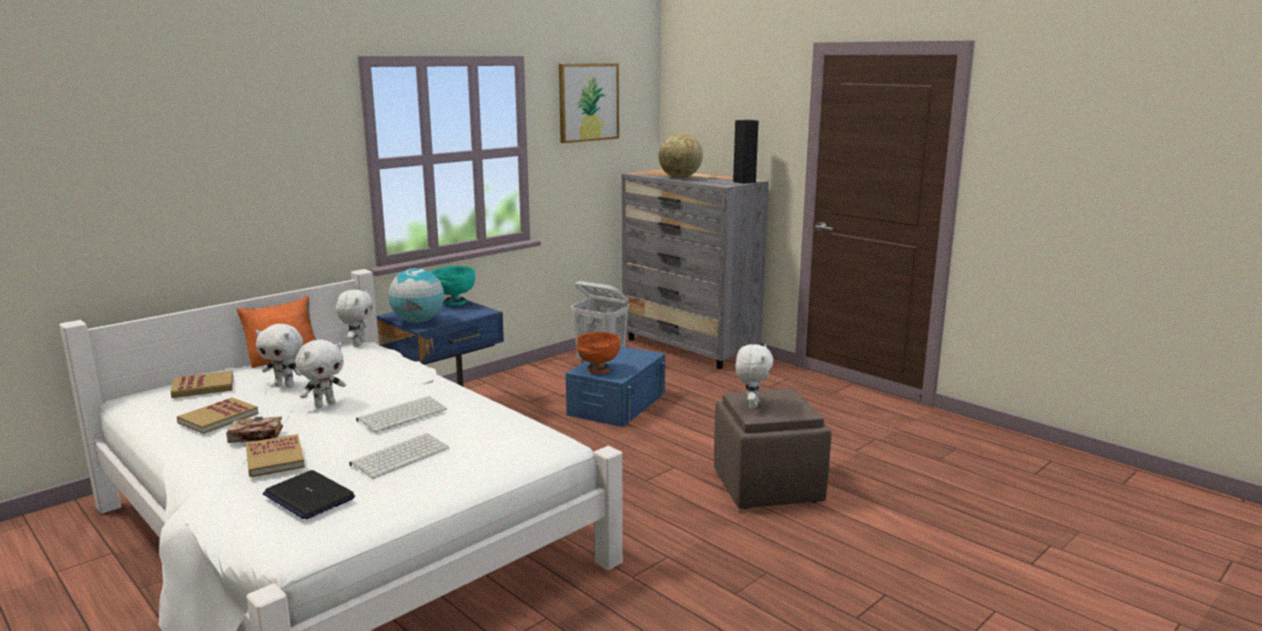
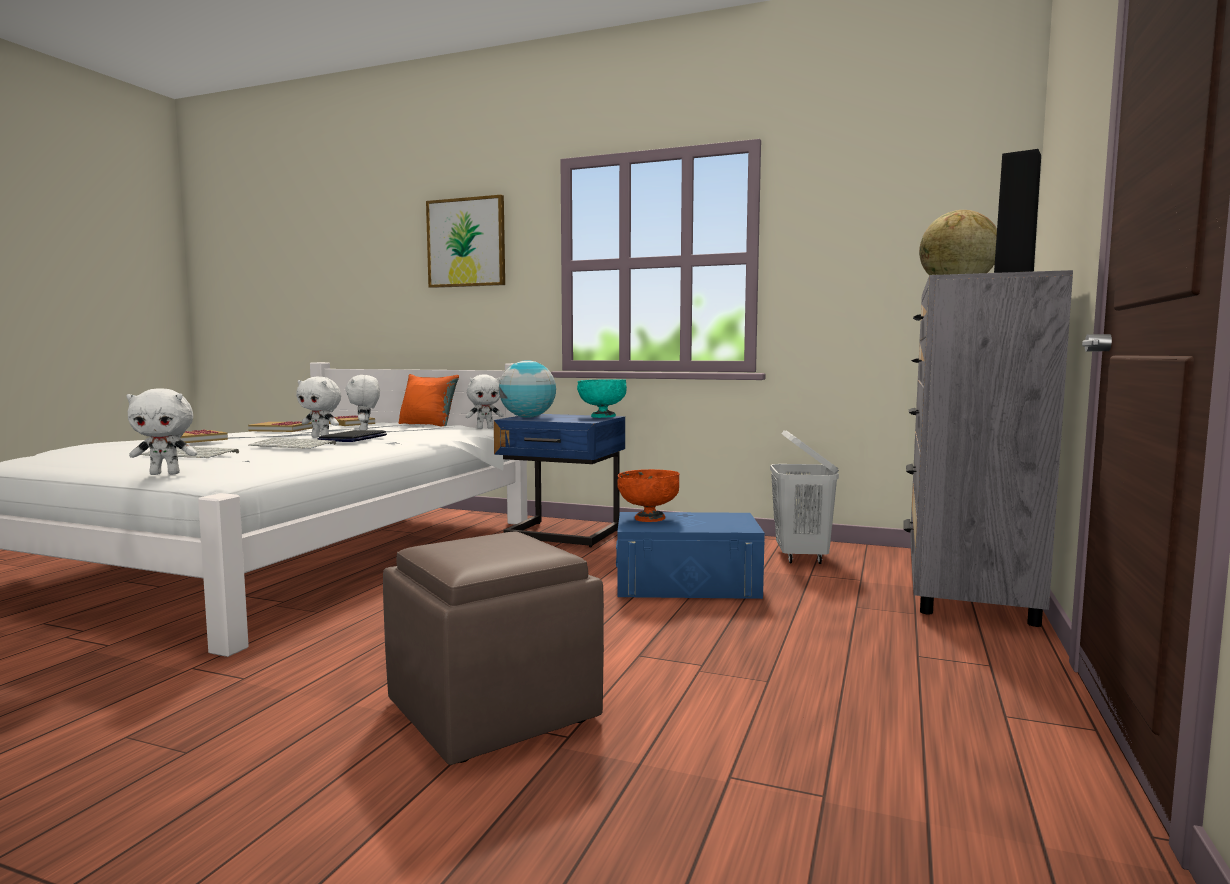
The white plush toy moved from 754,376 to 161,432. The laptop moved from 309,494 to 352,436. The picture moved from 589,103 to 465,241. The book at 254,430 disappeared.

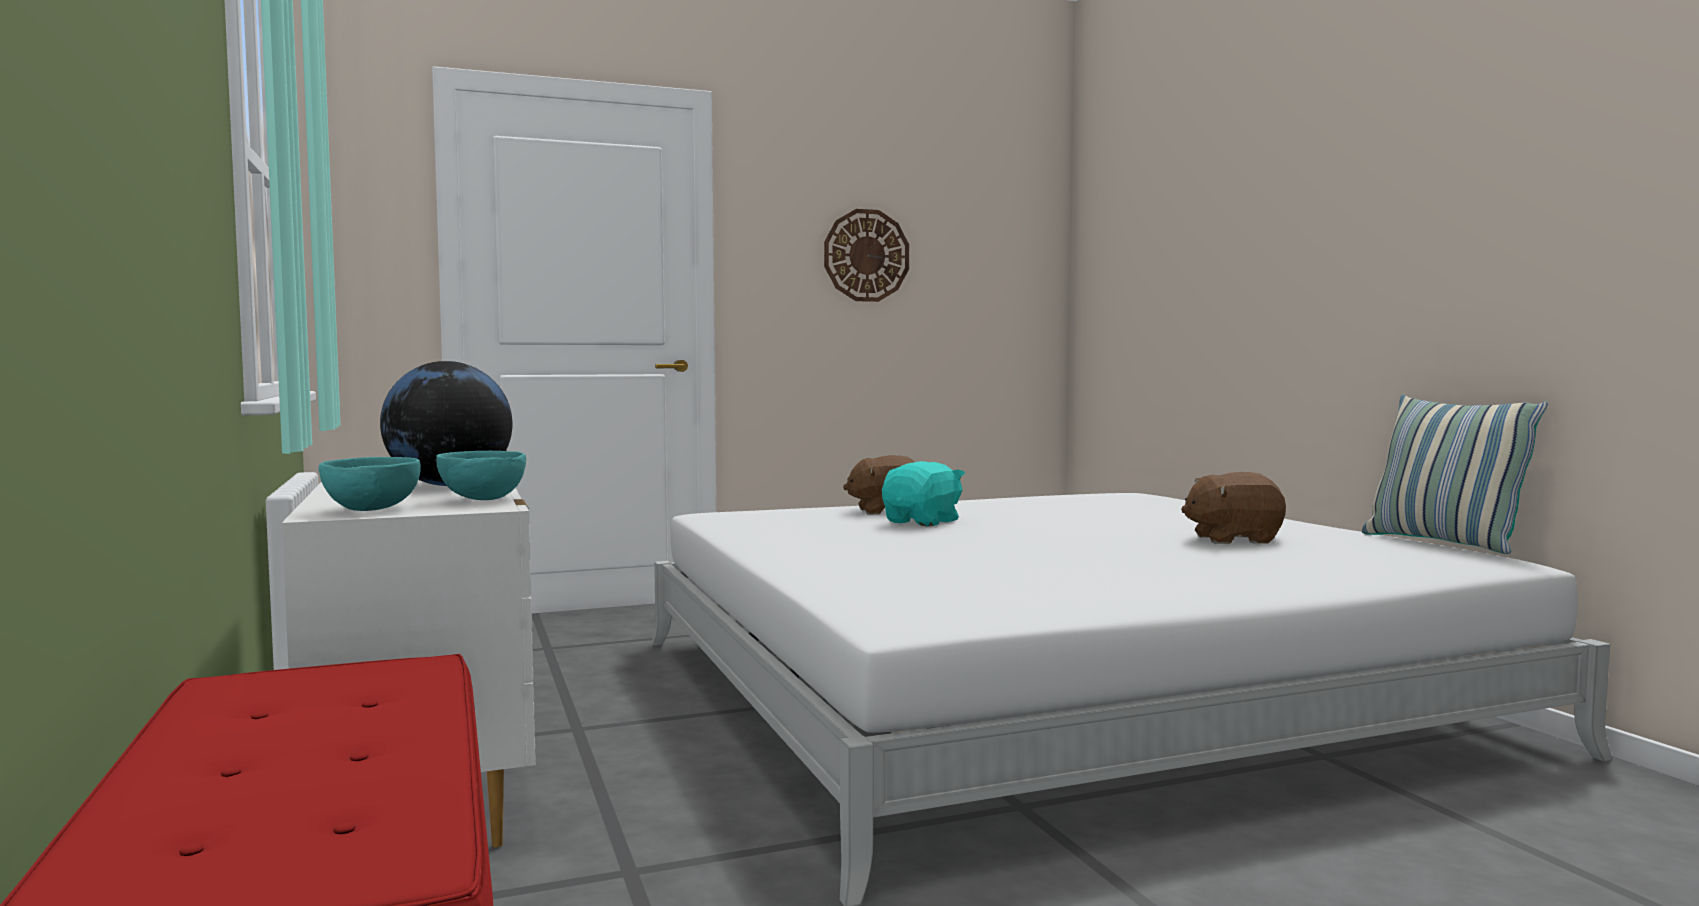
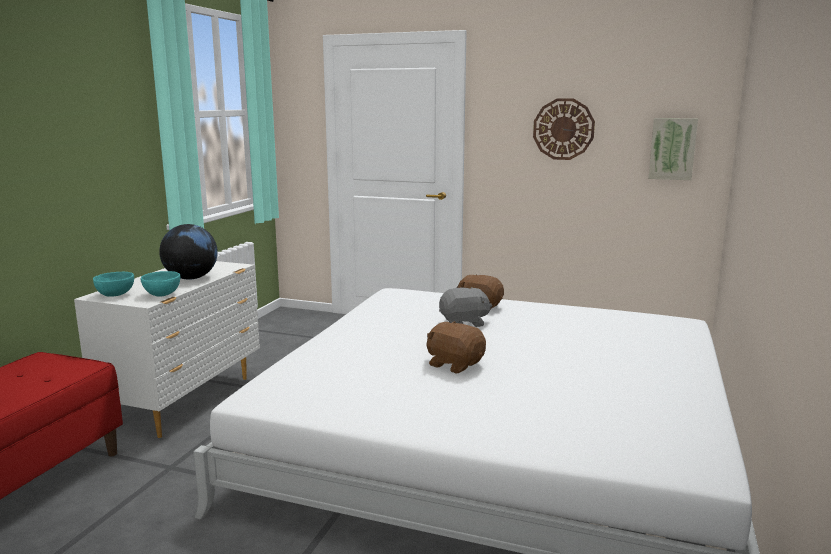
The brown plush toy moved from 1233,508 to 456,347. The turquoise plush toy at 923,494 became the grey plush toy at 465,307. The picture at 673,149 appeared. The pillow at 1455,474 disappeared.

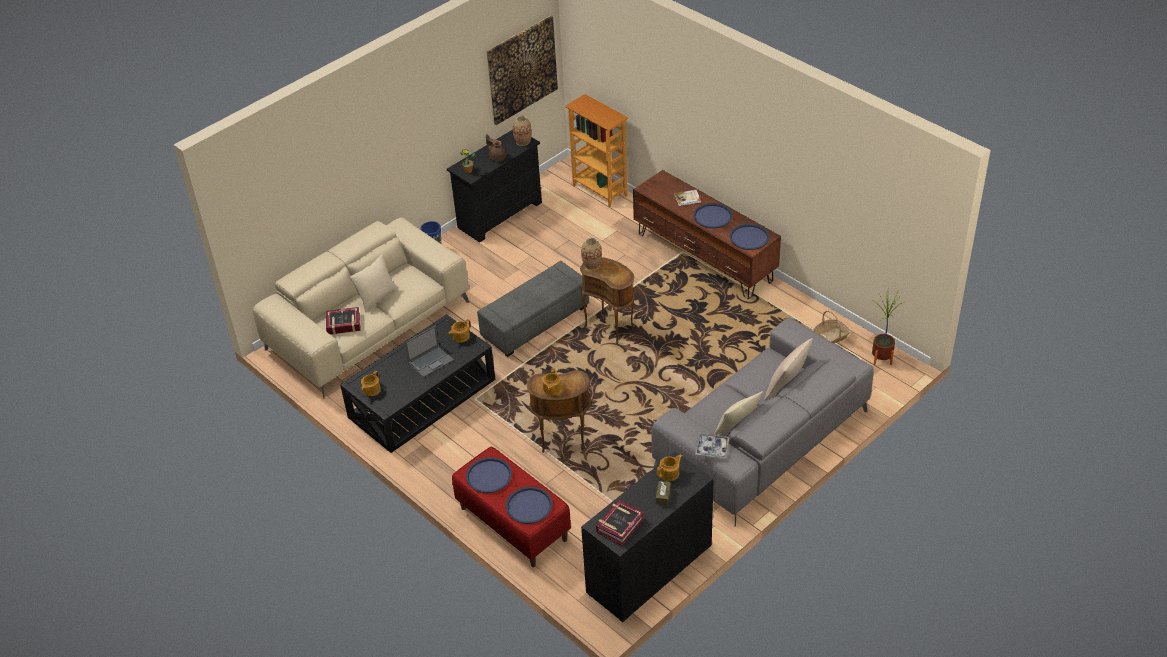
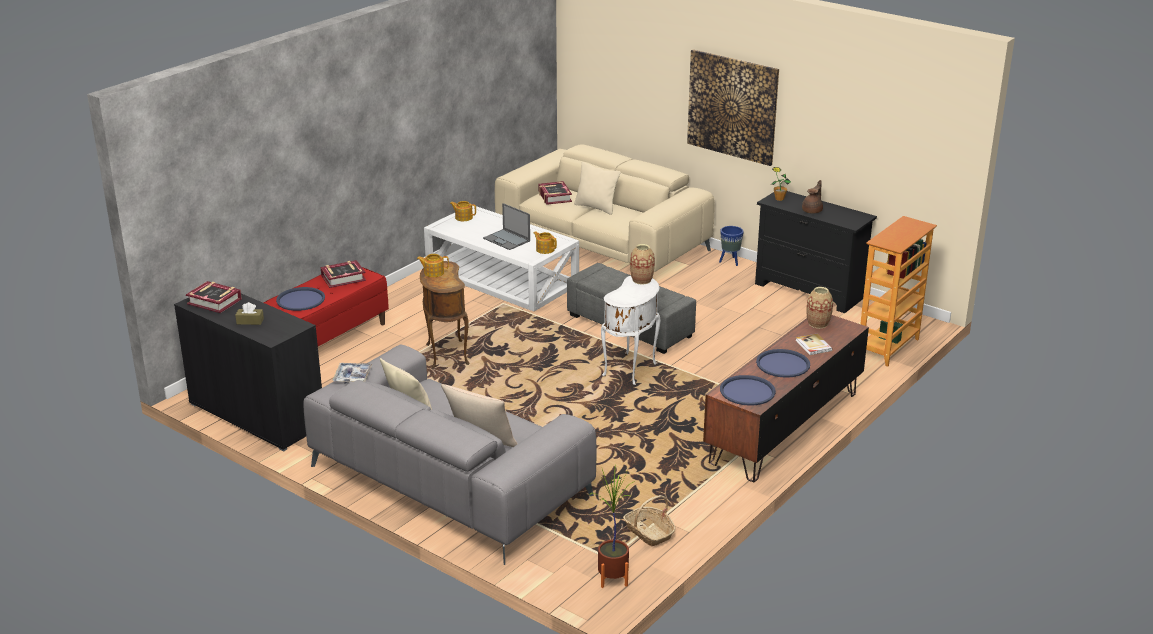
The blue tray at 489,475 was replaced by the book at 343,274. The black coffee table at 417,383 became the white coffee table at 501,258. The brown side table at 607,300 became the white side table at 630,330. The picture moved from 522,70 to 733,107. The vase moved from 522,131 to 819,308. The teapot at 669,467 disappeared.

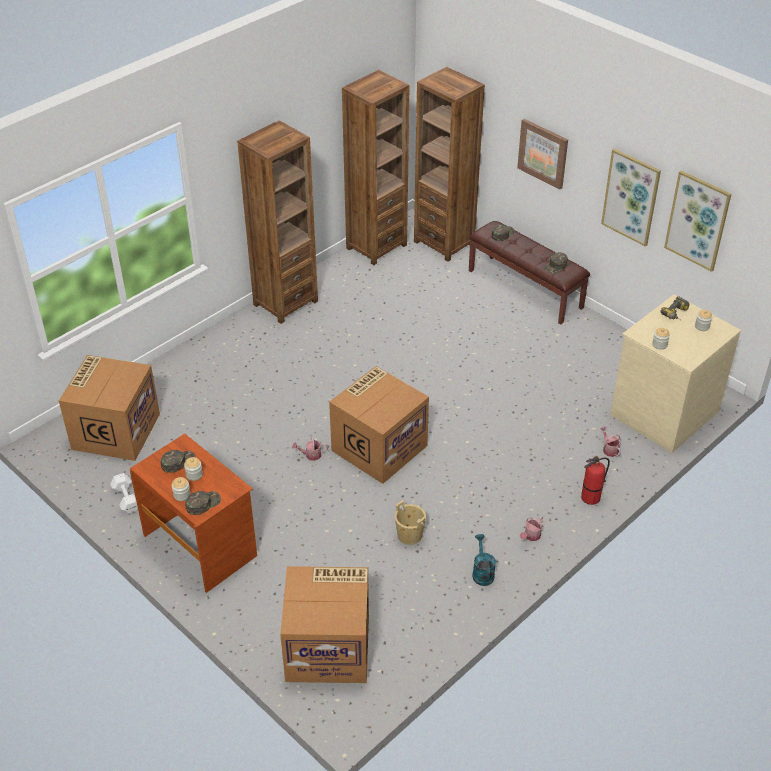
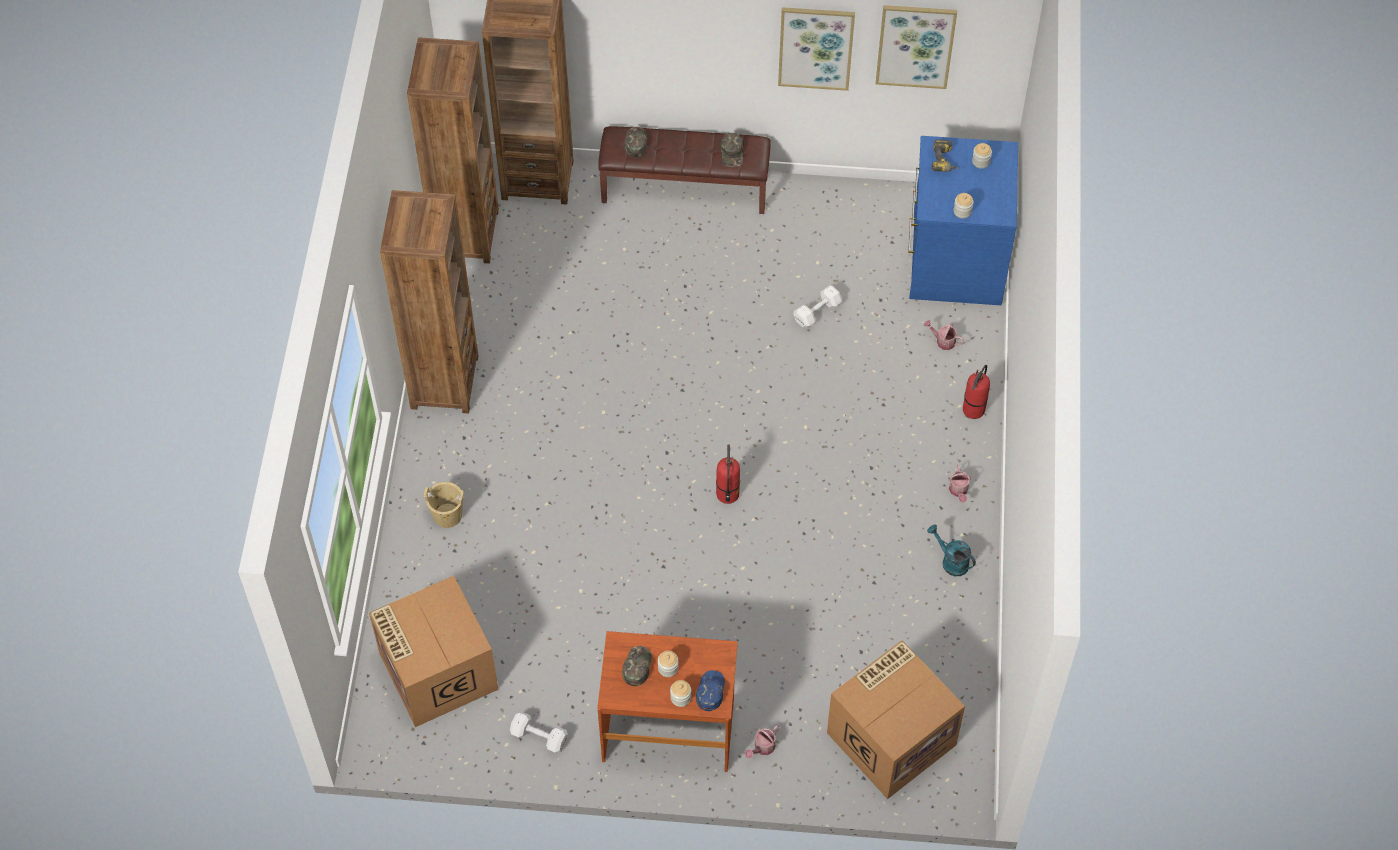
The beige bucket moved from 410,522 to 444,505. The green cap at 203,503 became the blue cap at 710,690. The cardboard box at 379,425 was replaced by the fire extinguisher at 728,474. The watering can moved from 310,449 to 762,742. The white dumbbell at 818,307 appeared. The beige dresser at 675,373 became the blue dresser at 963,220. The picture at 542,154 disappeared.

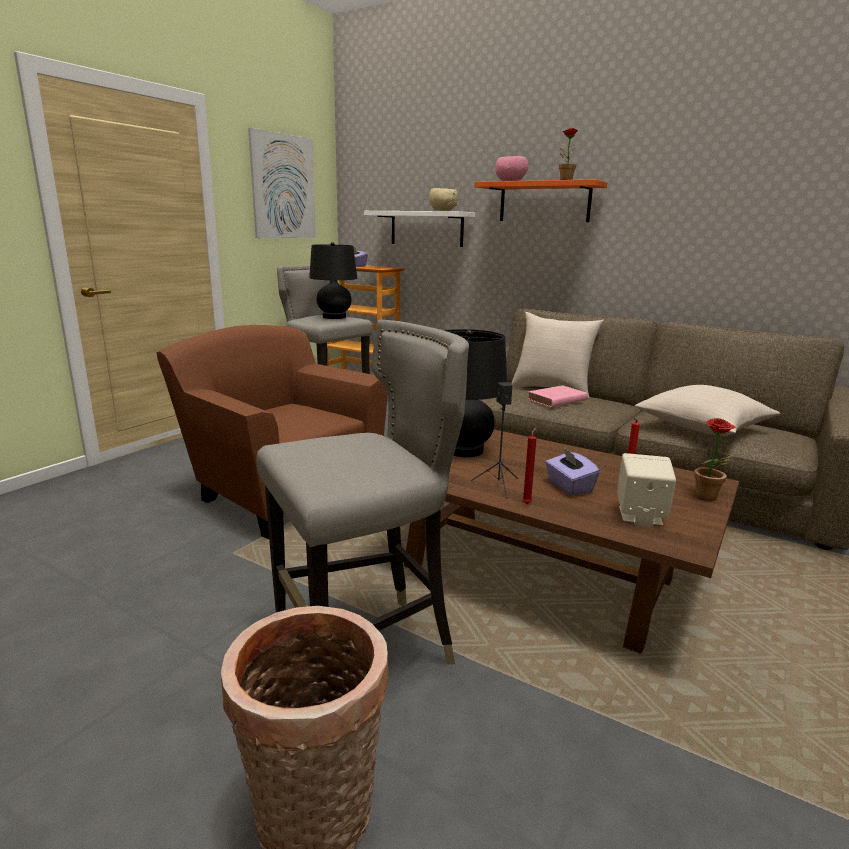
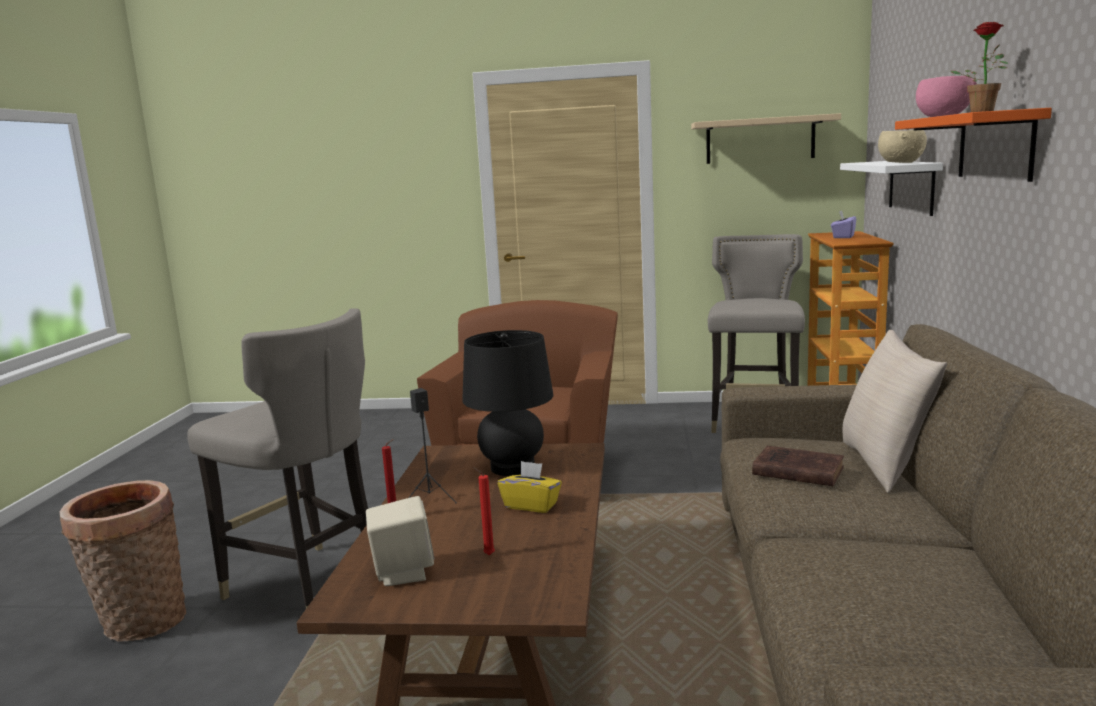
The yellow tissue box at 530,487 appeared. The picture at 282,182 was replaced by the beige shelf at 766,138. The pink book at 557,396 became the brown book at 798,466. The black table lamp at 333,280 disappeared. The purple tissue box at 572,471 disappeared. The beige pillow at 707,410 disappeared. The potted plant at 714,459 disappeared.

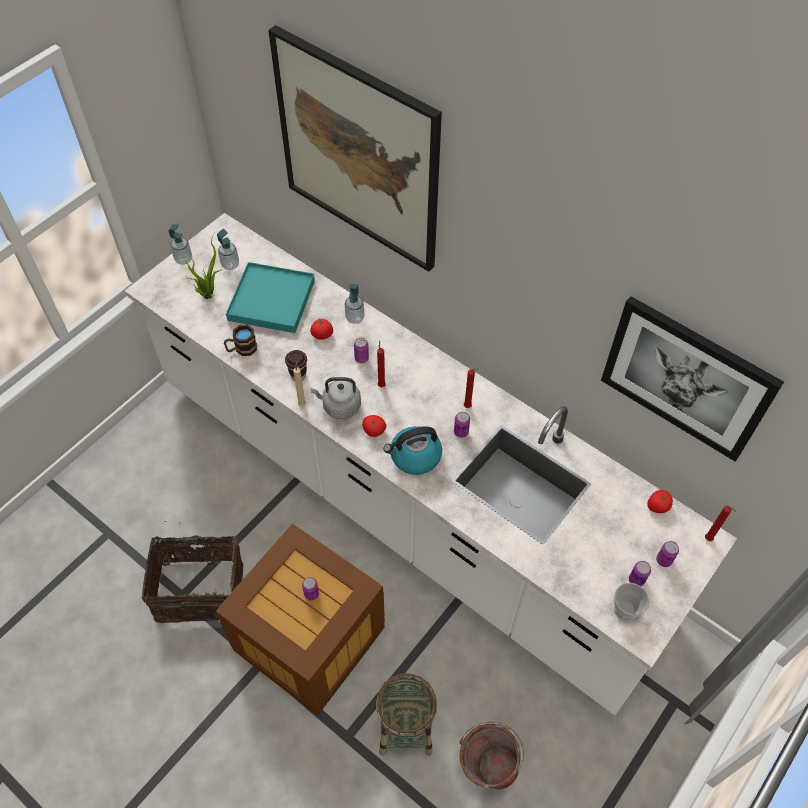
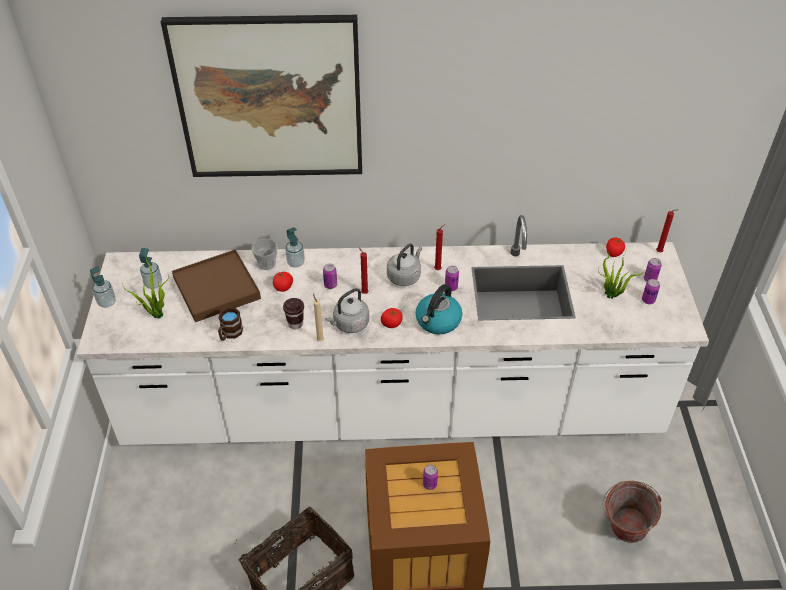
The turquoise tray at 270,297 became the brown tray at 216,285. The cup moved from 631,602 to 264,254. The grey kettle at 404,265 appeared. The potted plant at 621,274 appeared. The basket at 406,714 disappeared. The picture at 692,379 disappeared.

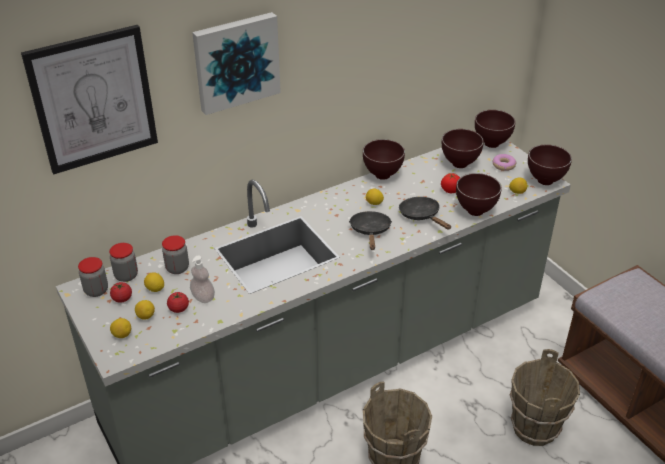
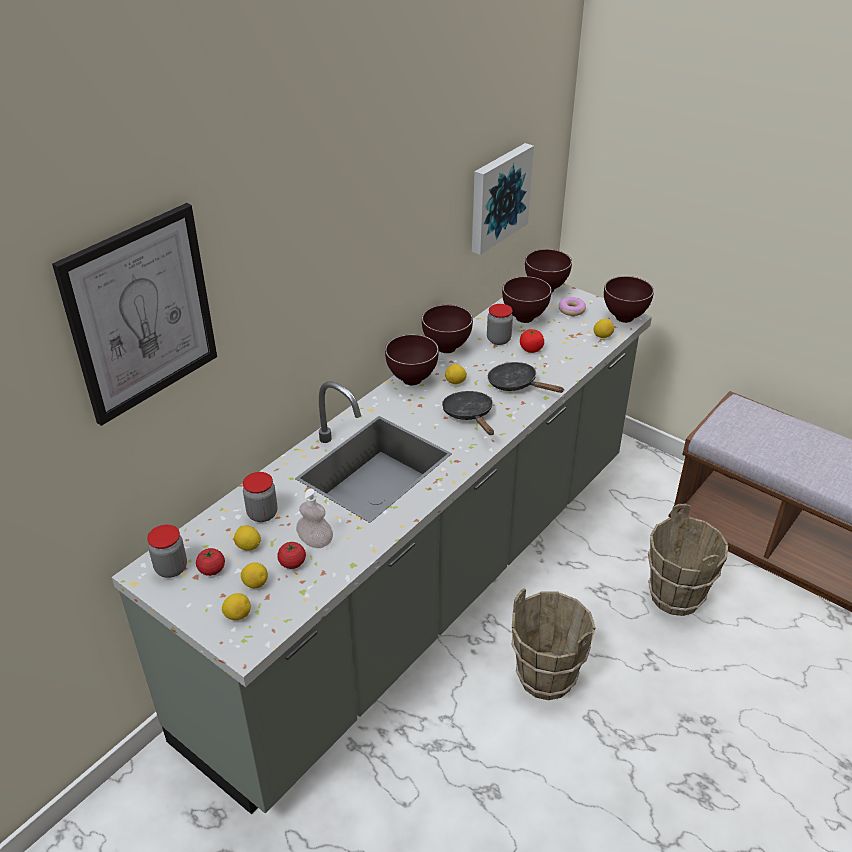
The brown bowl moved from 479,194 to 412,359. The picture moved from 236,63 to 503,199. The jar moved from 123,262 to 500,324.

